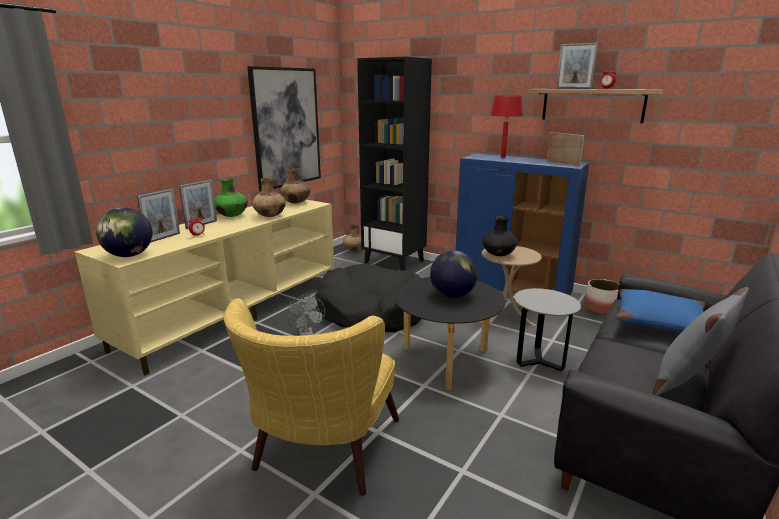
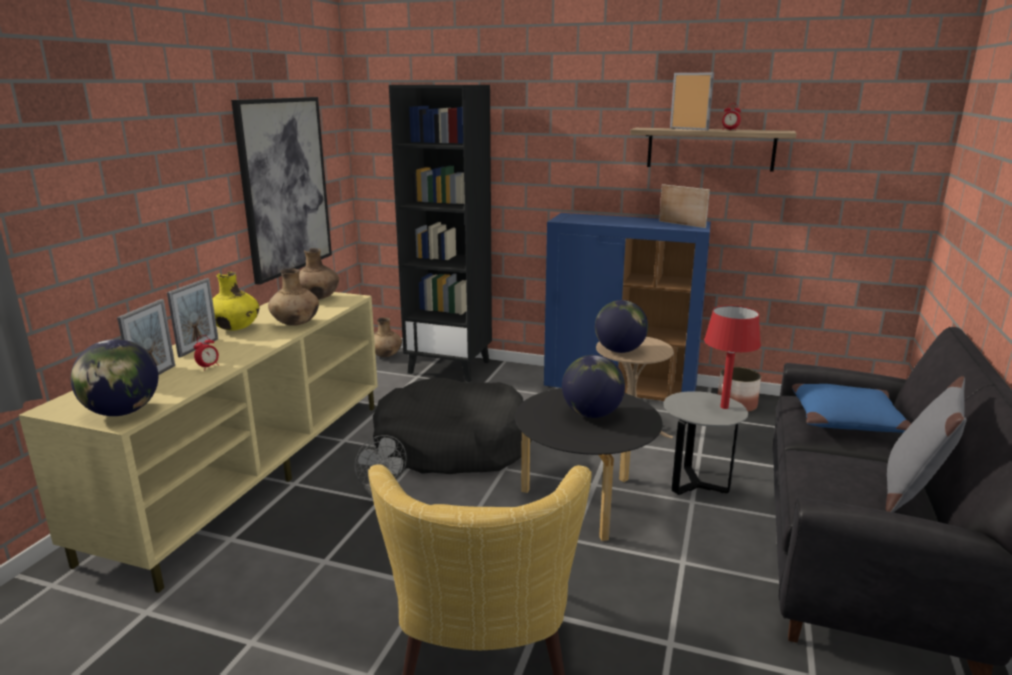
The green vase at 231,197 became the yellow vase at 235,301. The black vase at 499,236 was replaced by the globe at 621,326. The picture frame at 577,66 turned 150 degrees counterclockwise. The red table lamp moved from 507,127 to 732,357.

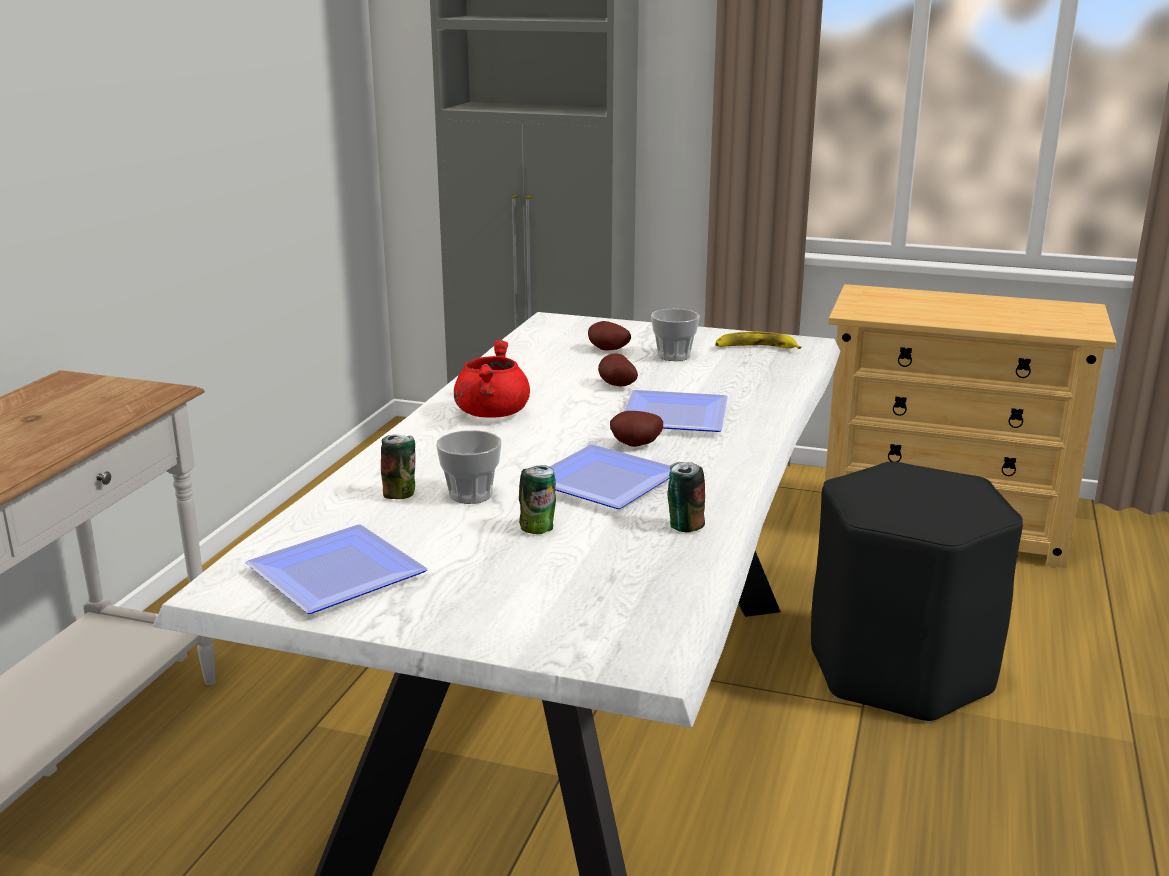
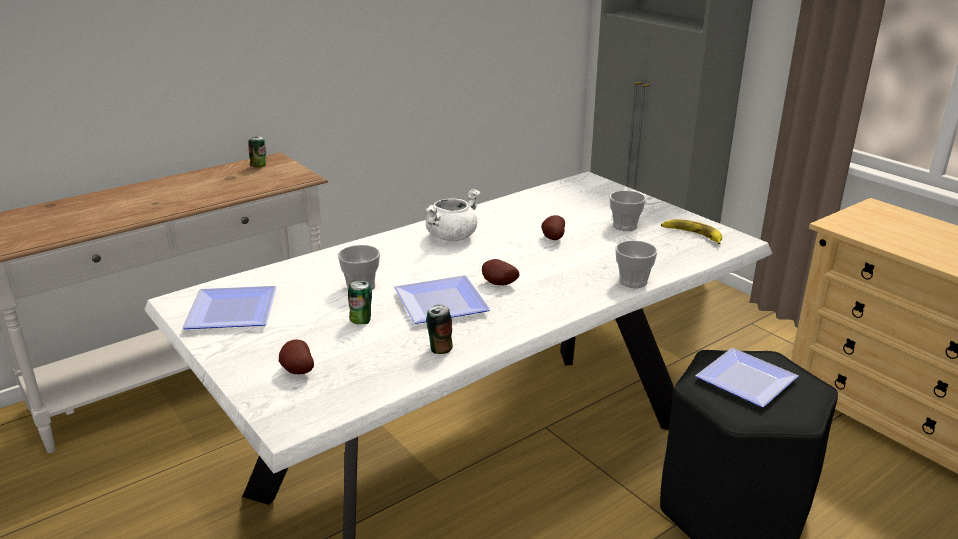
The can moved from 398,467 to 257,152. The potato moved from 609,335 to 296,357. The red cooking pot at 492,379 became the white cooking pot at 452,215. The cup at 636,264 appeared. The plate moved from 676,411 to 746,377.

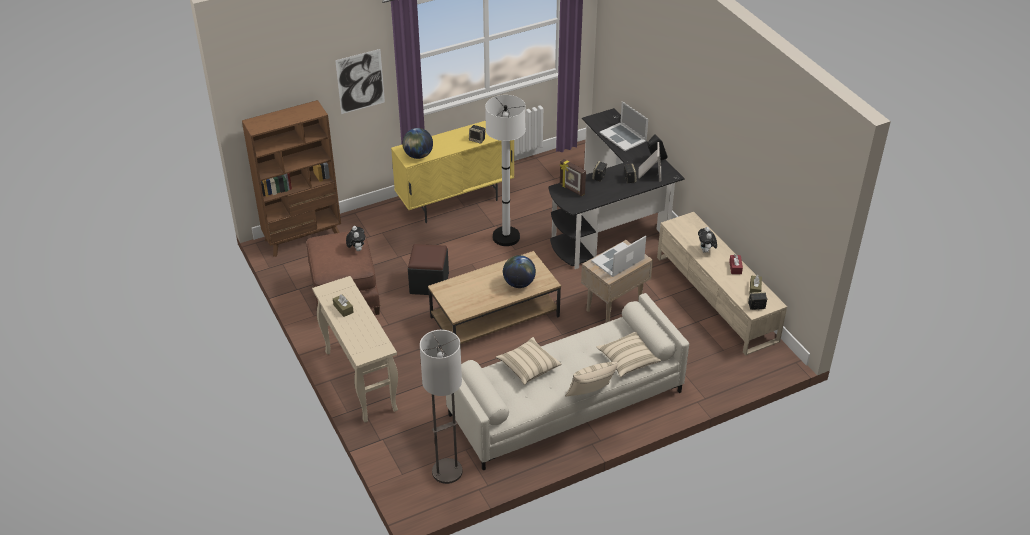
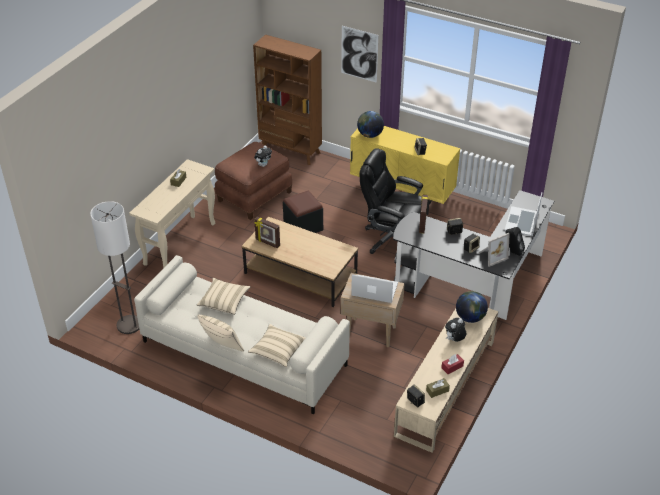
The picture frame at 267,232 appeared. The white floor lamp at 505,170 was replaced by the black office chair at 391,201. The globe moved from 519,271 to 472,307.

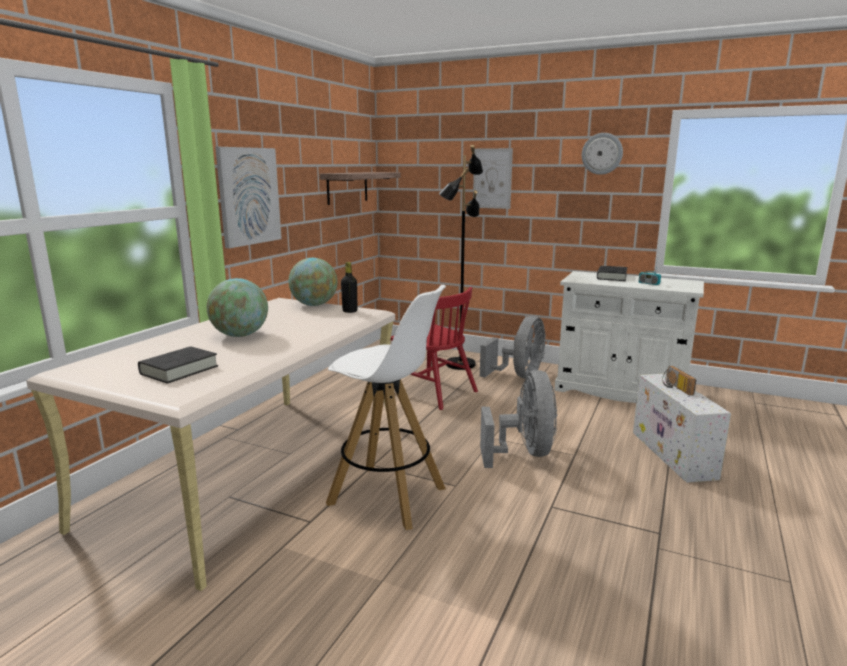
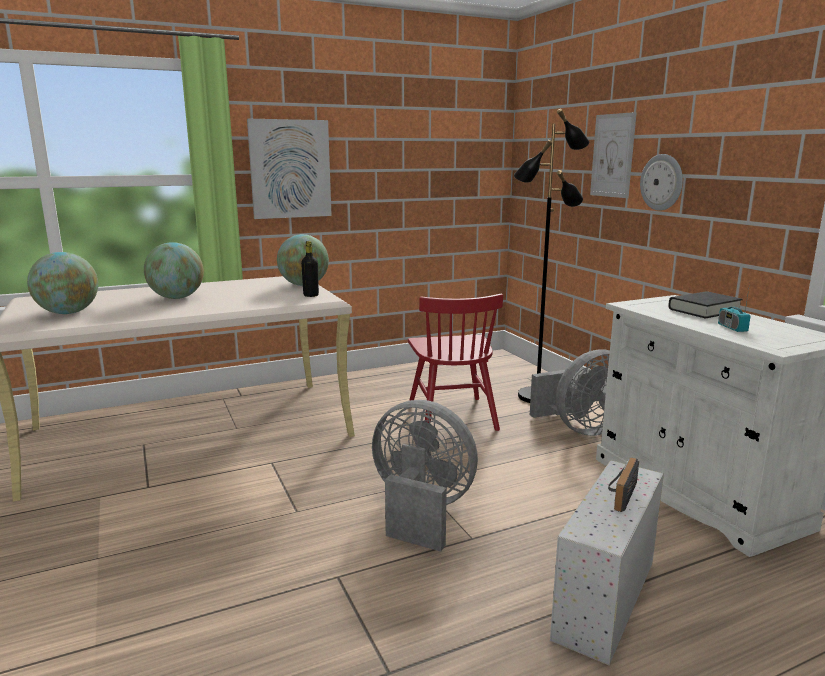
The black book at 178,365 was replaced by the globe at 62,283. The grey fan at 519,419 turned 105 degrees counterclockwise. The wall clock moved from 602,154 to 661,182. The shelf at 360,188 disappeared. The white stool at 386,407 disappeared.

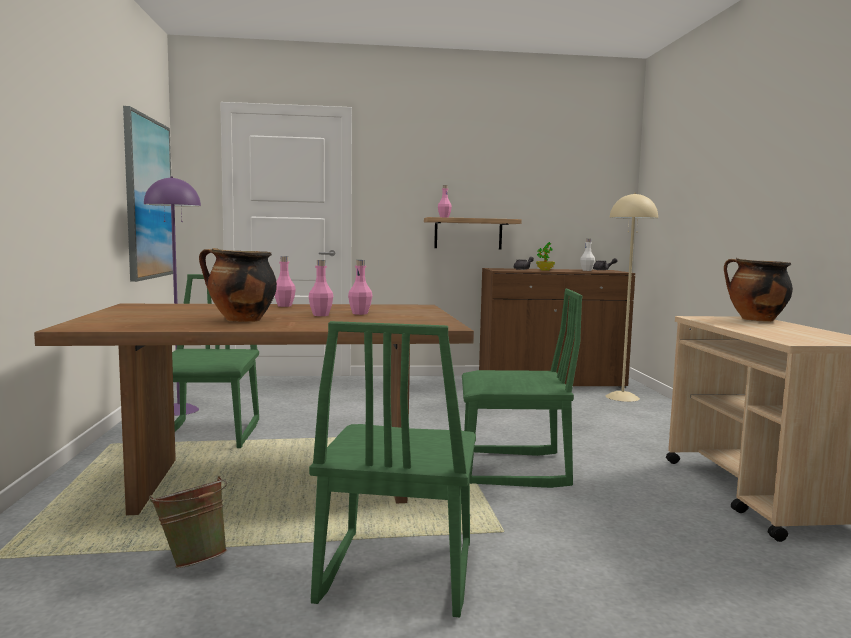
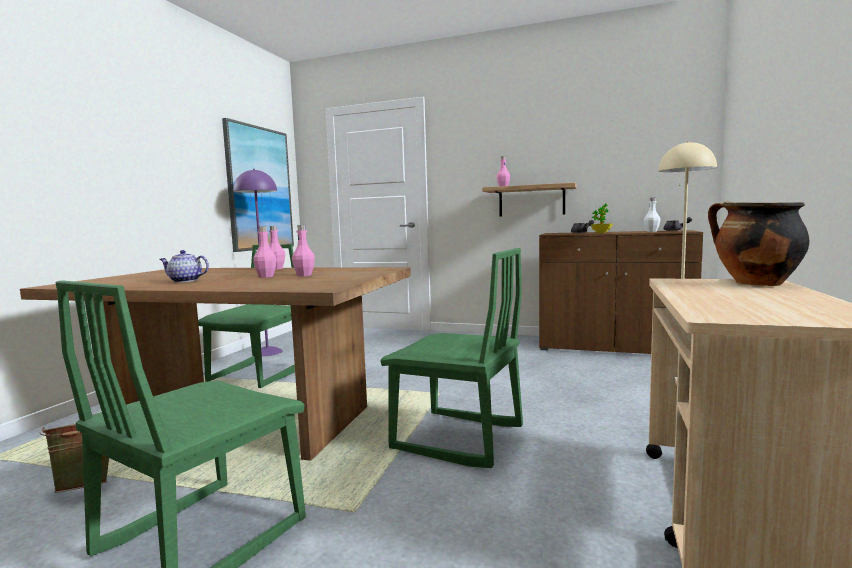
The cooking pot at 238,285 was replaced by the teapot at 184,266.

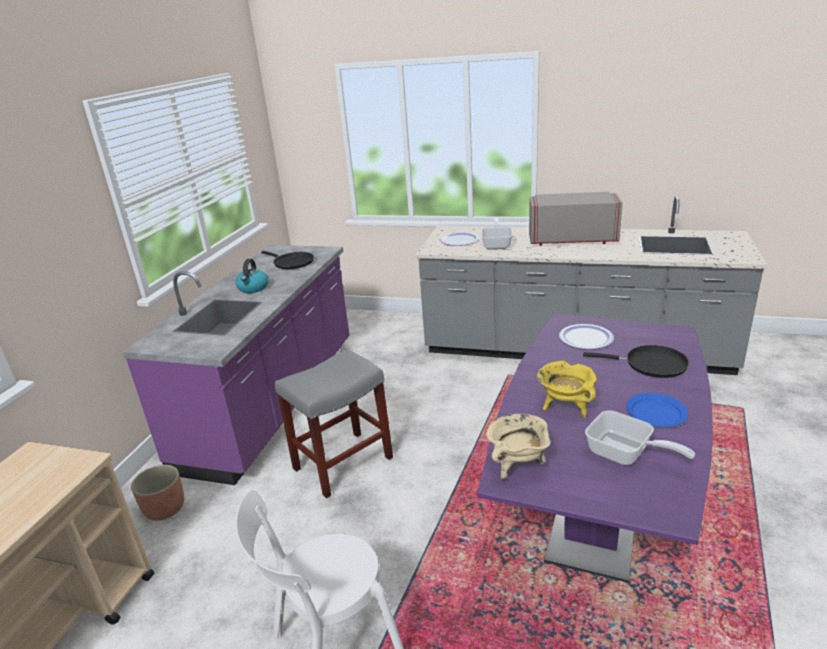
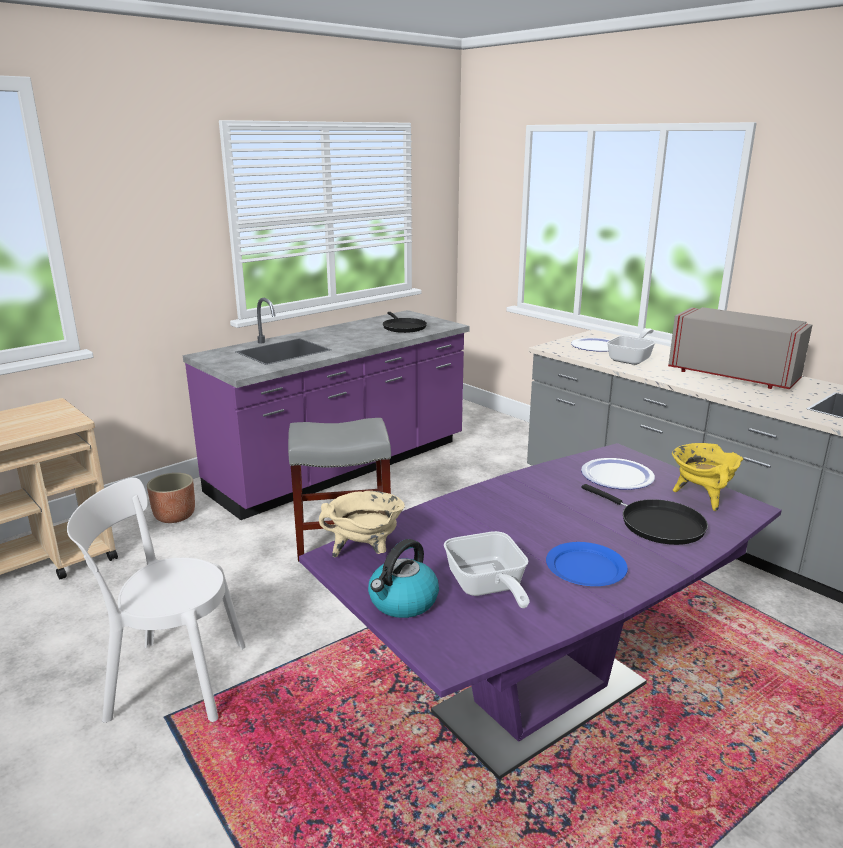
The kettle moved from 252,276 to 403,578. The yellow cooking pot moved from 567,389 to 707,477.

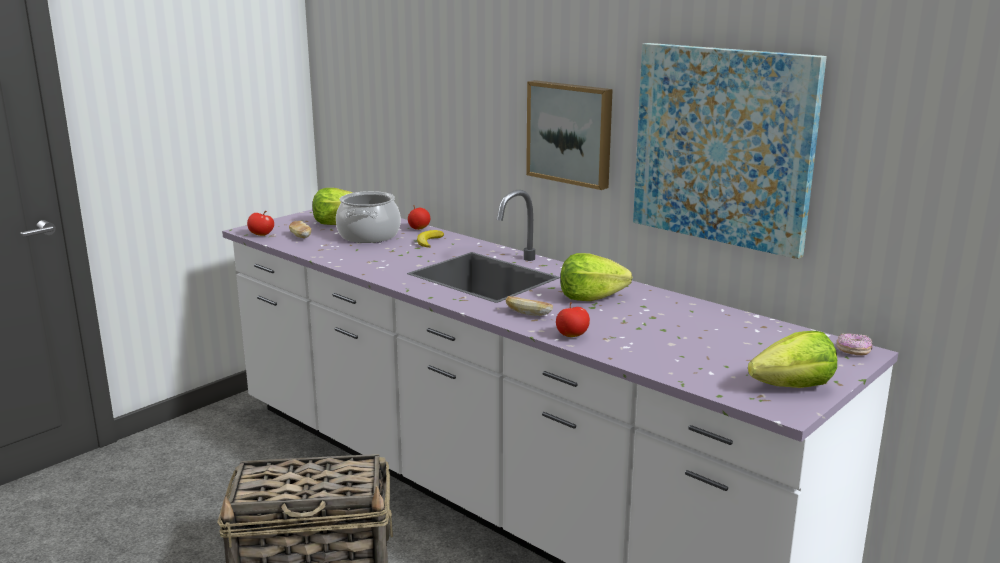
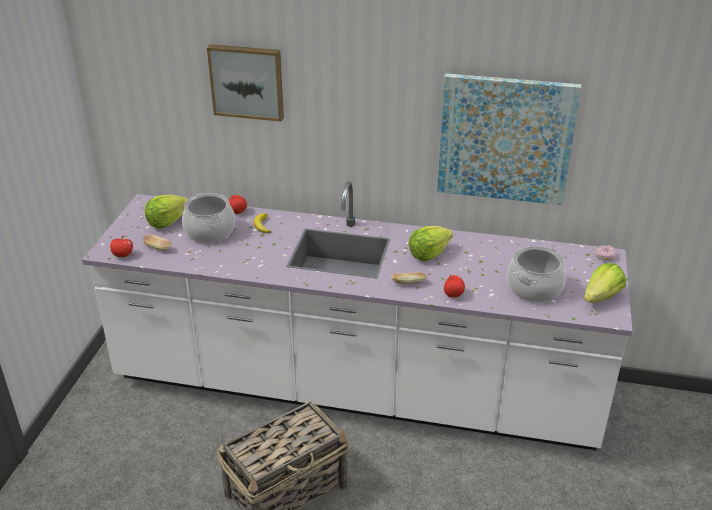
The picture moved from 569,135 to 245,83. The cooking pot at 536,274 appeared.

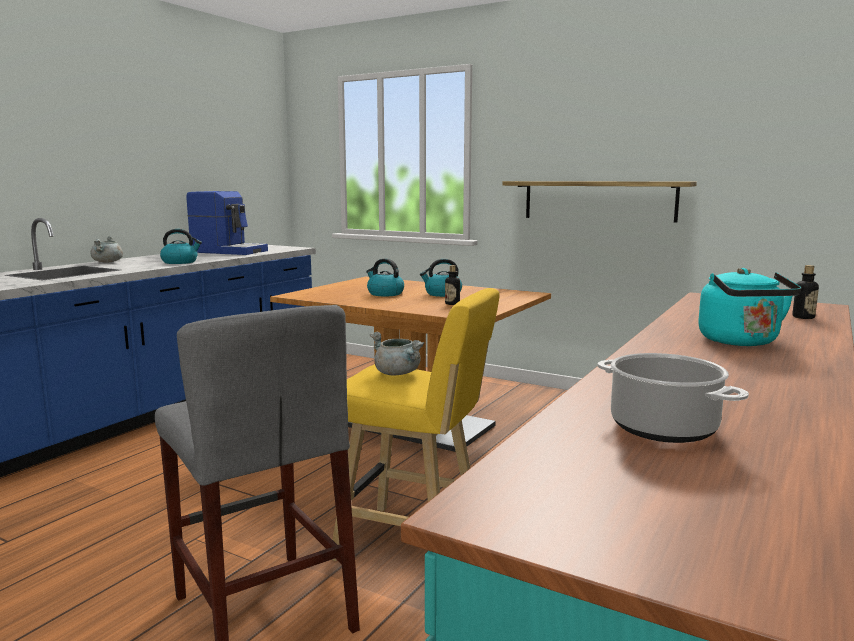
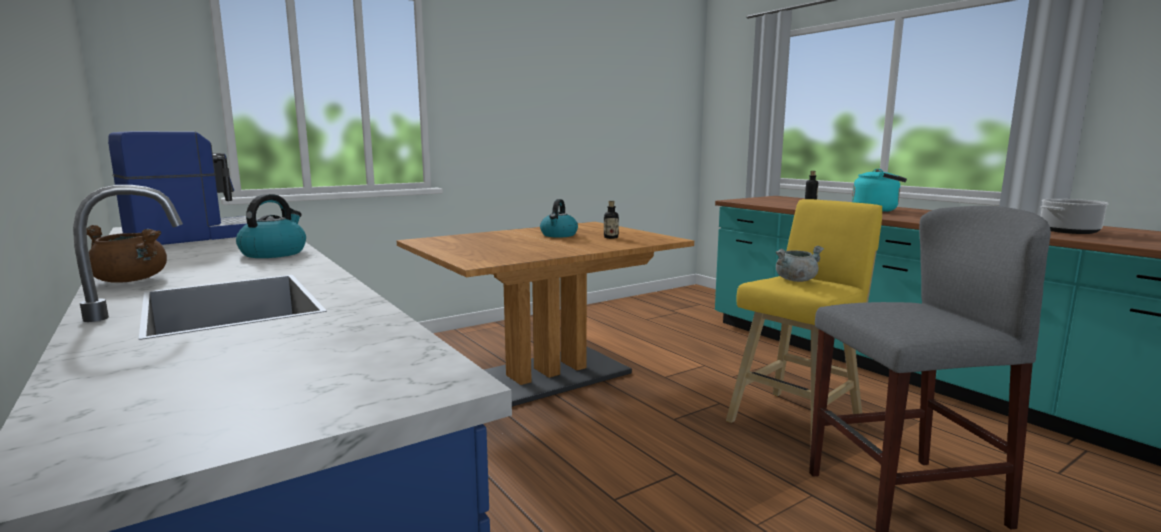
The grey cooking pot at 106,249 became the brown cooking pot at 126,254. The kettle at 385,277 disappeared. The shelf at 599,202 disappeared.

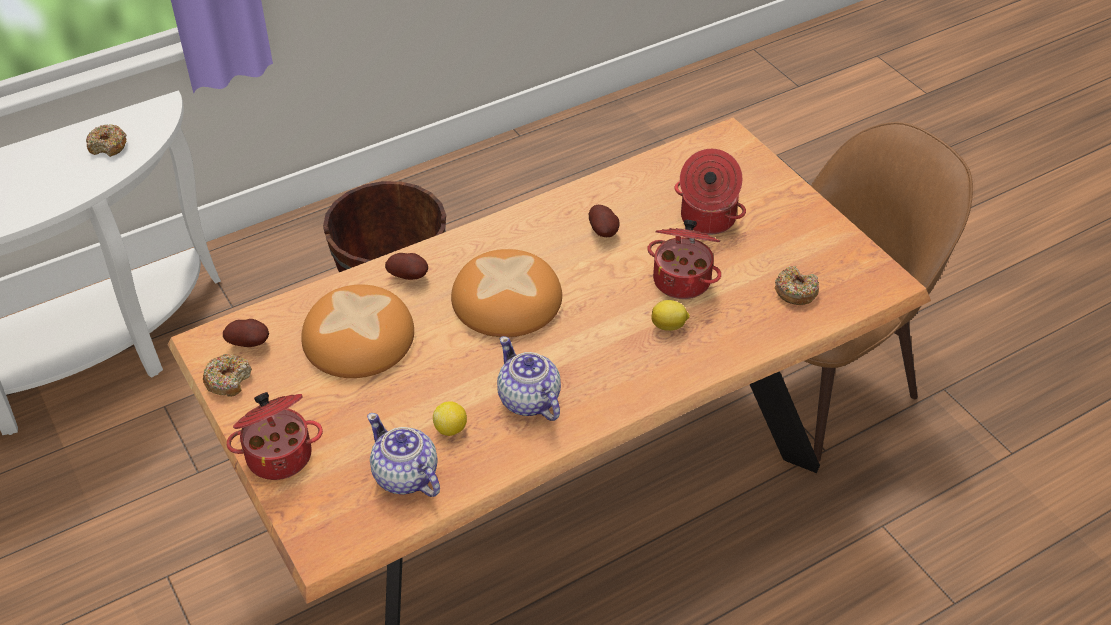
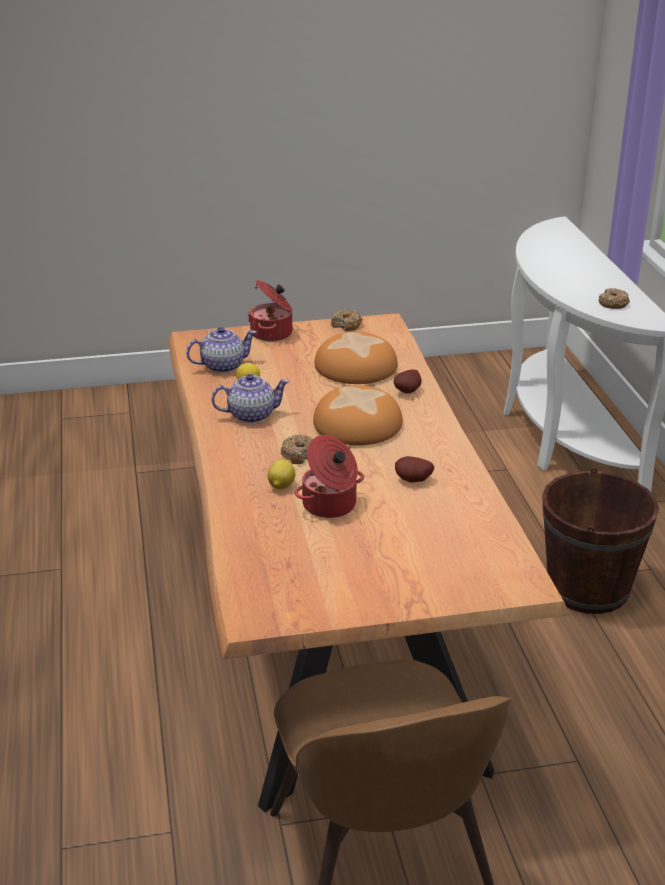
The donut moved from 797,285 to 297,449. The potato at 246,333 disappeared. The cooking pot at 710,191 disappeared.

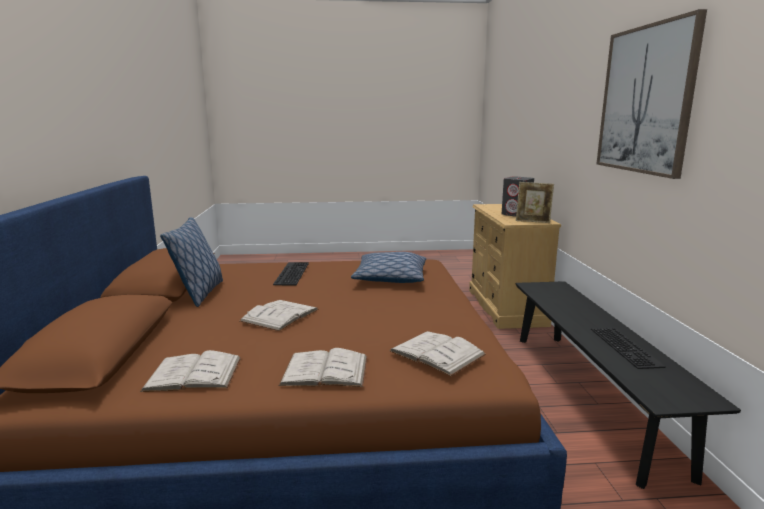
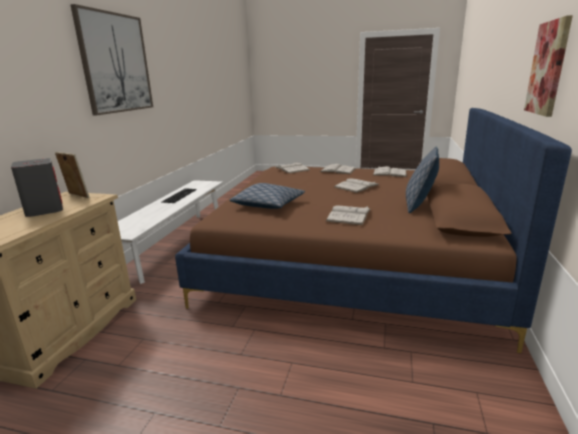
The black bench at 628,385 became the white bench at 170,232. The keyboard at 291,273 was replaced by the white book at 348,215. The picture at 548,66 appeared.

